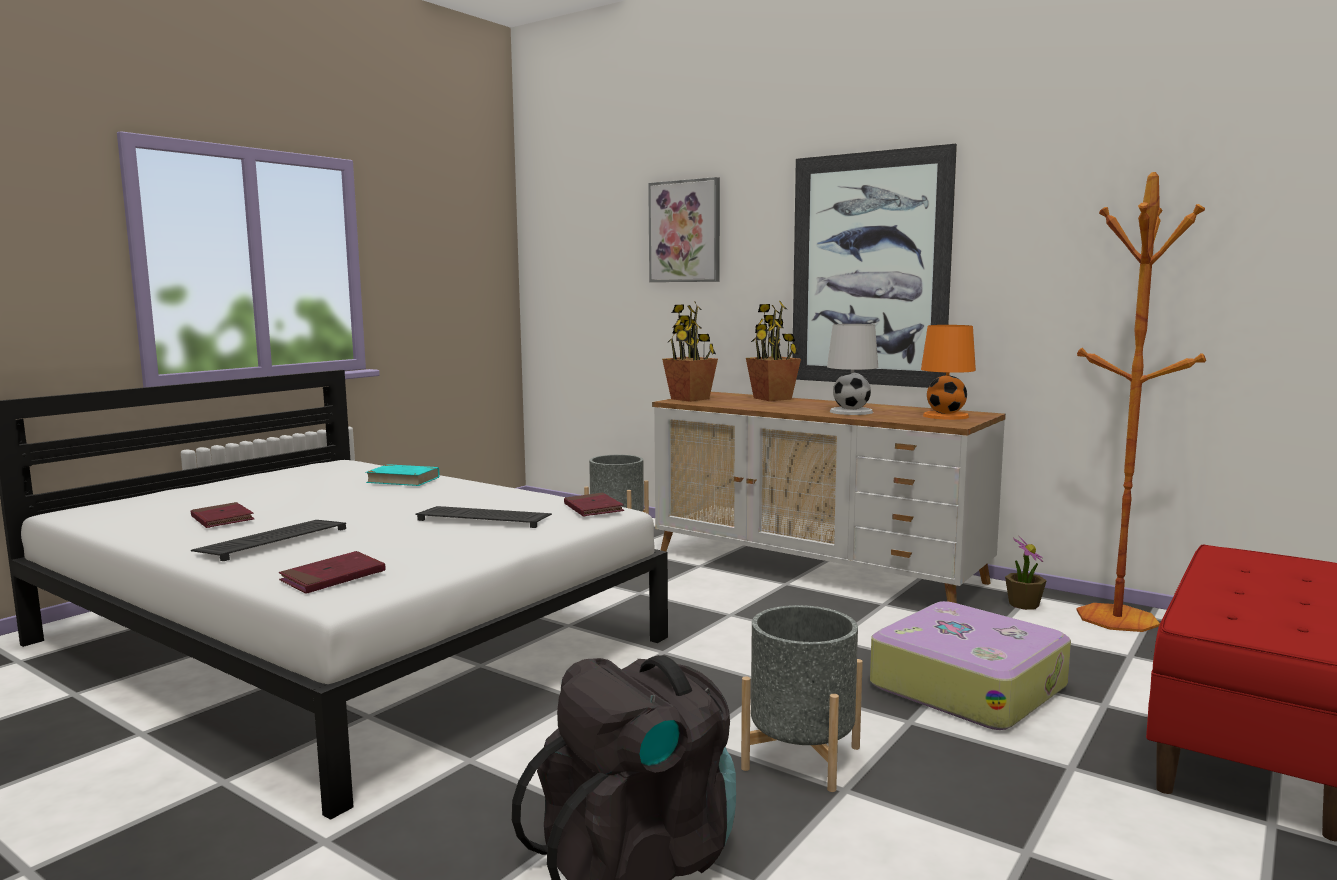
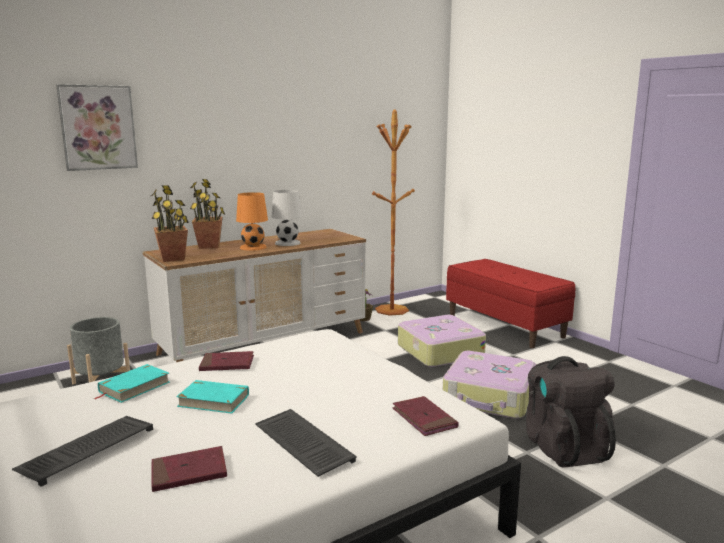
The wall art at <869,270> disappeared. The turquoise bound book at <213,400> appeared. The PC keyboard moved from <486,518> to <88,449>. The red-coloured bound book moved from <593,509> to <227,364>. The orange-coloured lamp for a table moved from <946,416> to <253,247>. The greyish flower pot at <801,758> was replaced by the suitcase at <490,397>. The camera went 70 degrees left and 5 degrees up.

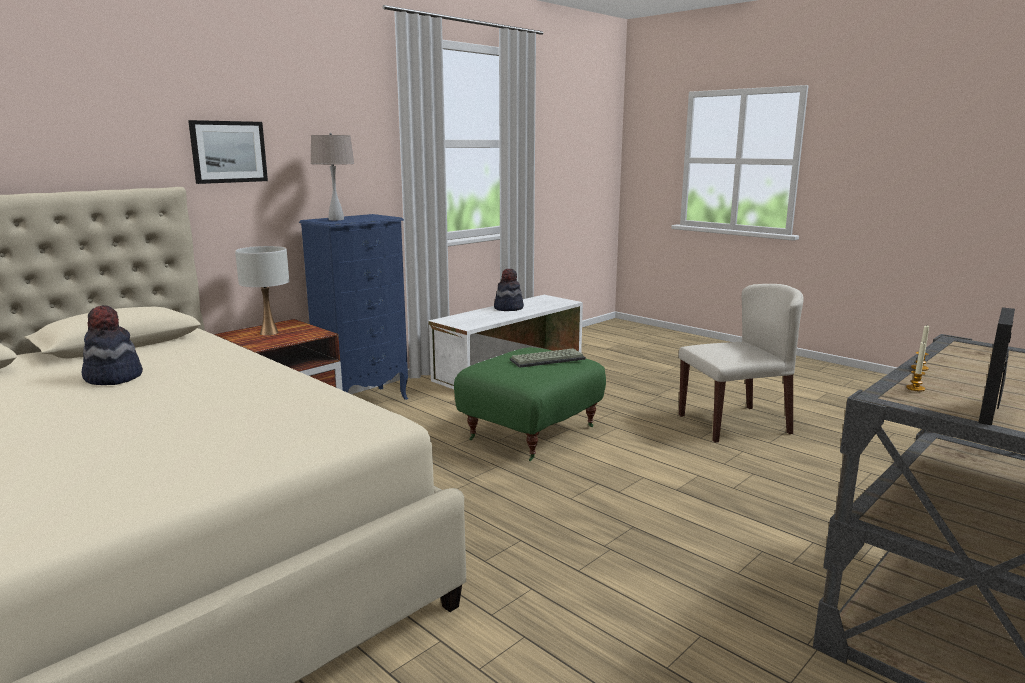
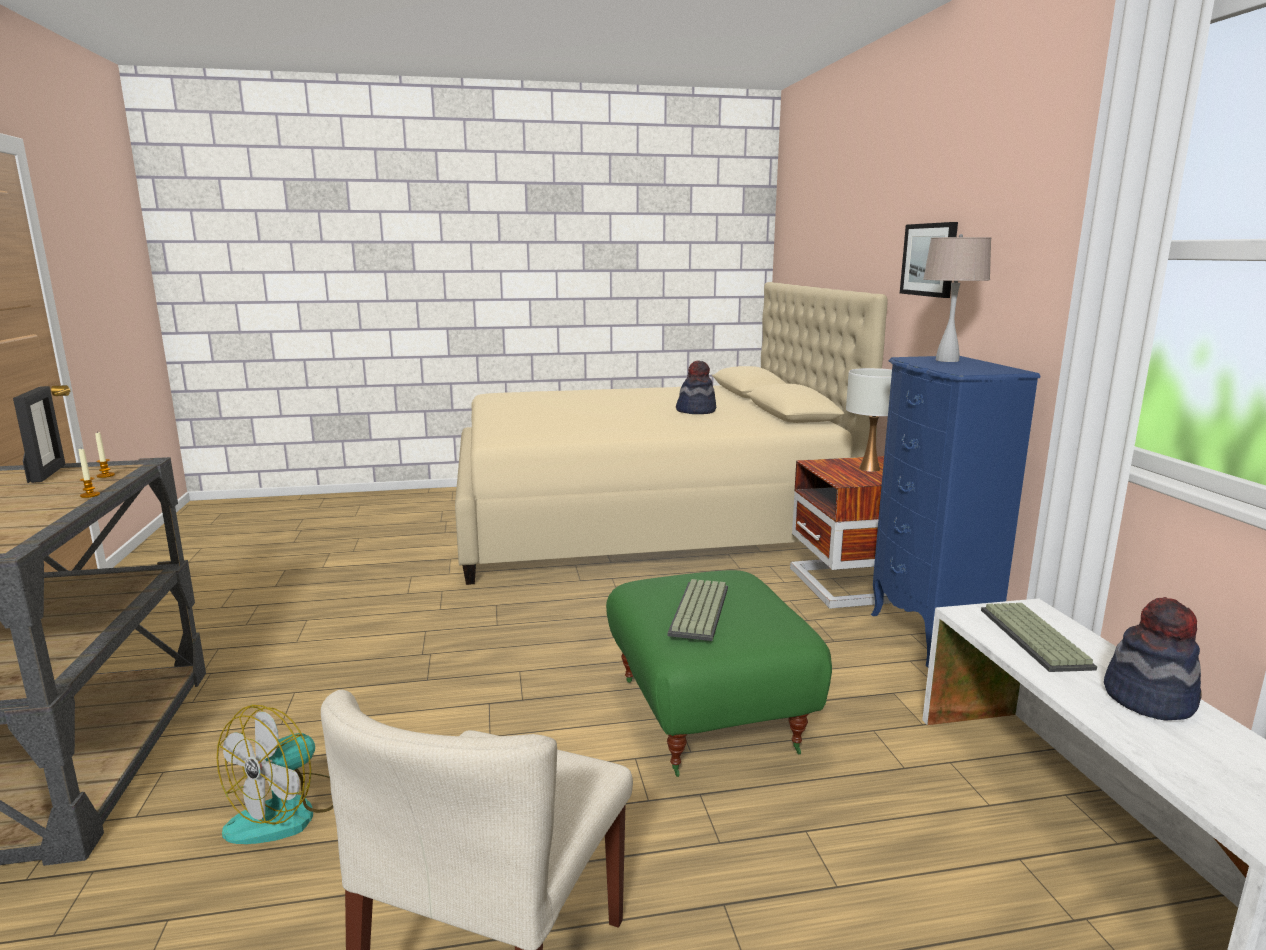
The fan at <288,811> appeared. The PC keyboard at <1037,638> appeared. The camera went 125 degrees right and 0 degrees up.

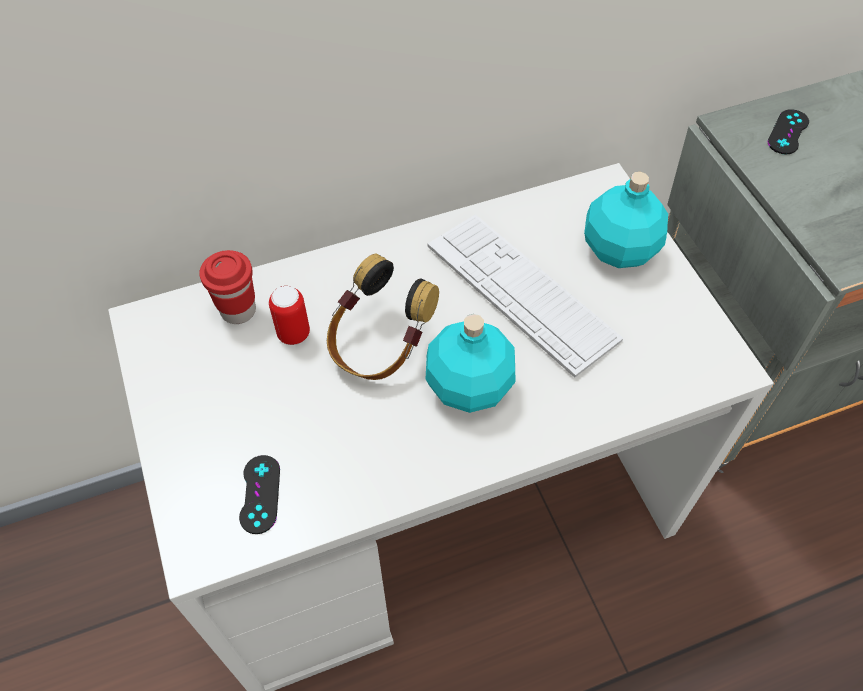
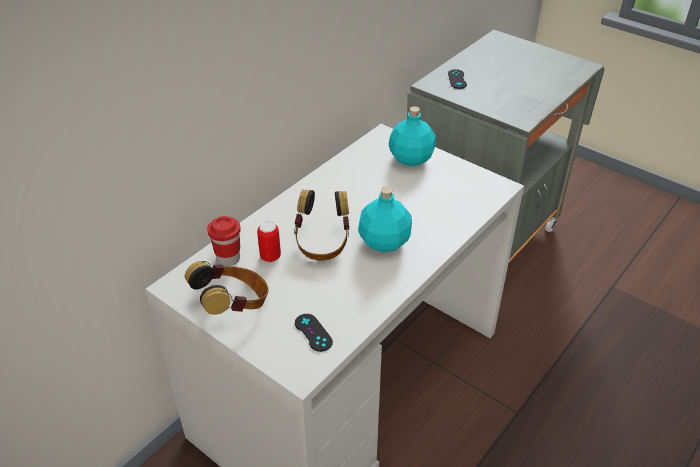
The PC keyboard at <521,293> disappeared. The headset at <233,305> appeared. The camera went 30 degrees left and 15 degrees down.

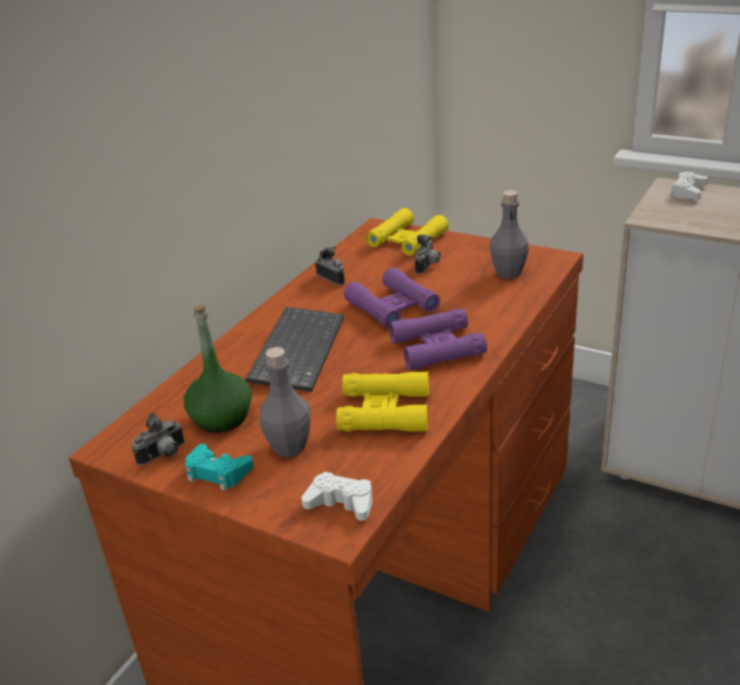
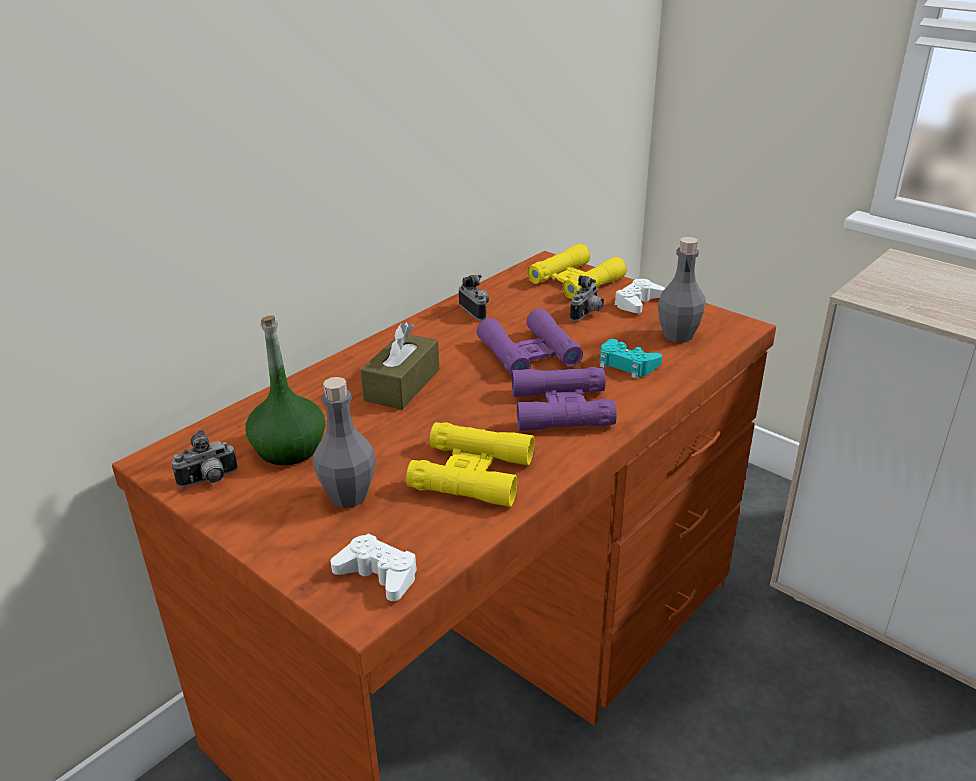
The turquoise joypad moved from <217,472> to <626,364>. The white joypad moved from <688,192> to <637,302>. The PC keyboard at <296,349> was replaced by the brown box of tissues at <402,385>. The camera went 10 degrees right and 0 degrees up.

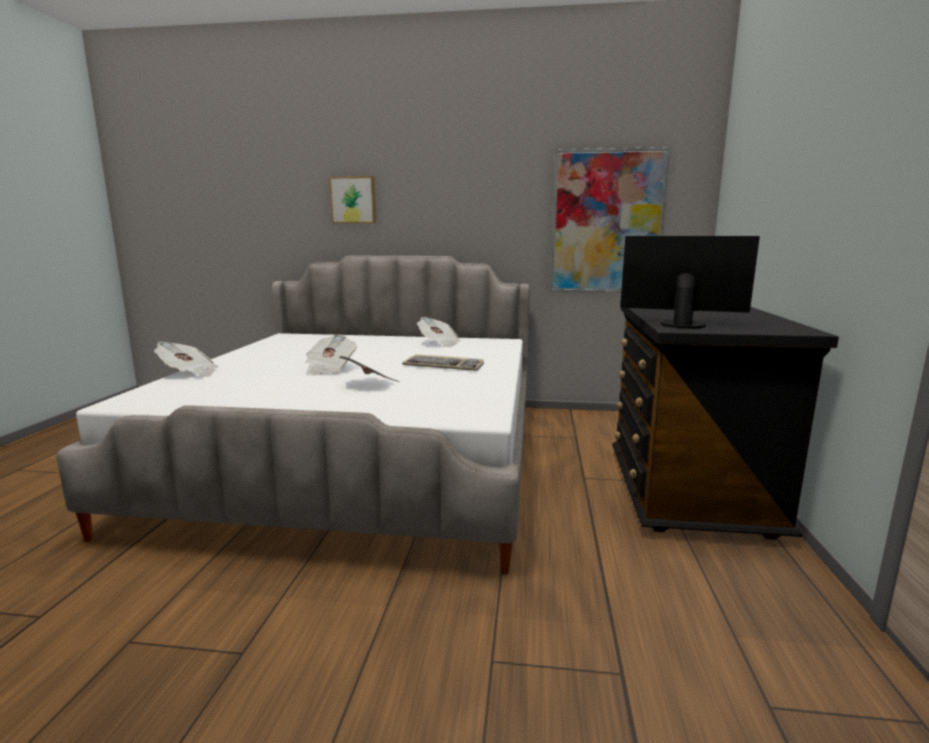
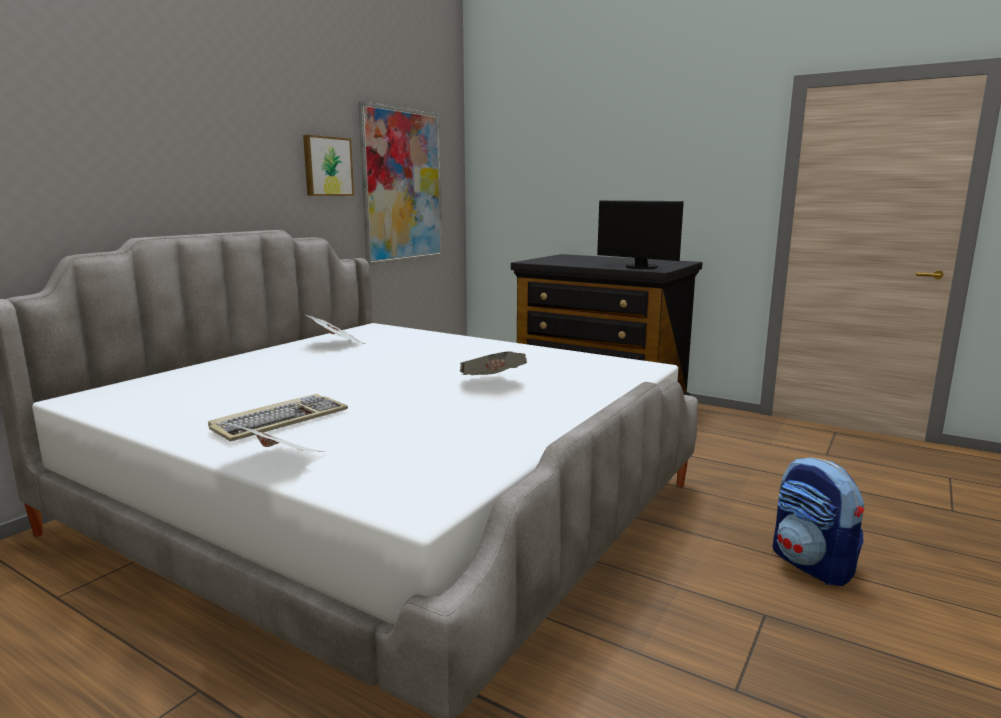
The printed paper at <329,369> disappeared. The rucksack at <812,565> appeared. The wall art moved from <353,200> to <327,166>. The PC keyboard moved from <444,366> to <280,421>. The computer display at <681,324> turned 90 degrees counterclockwise. The camera went 65 degrees left and 0 degrees up.

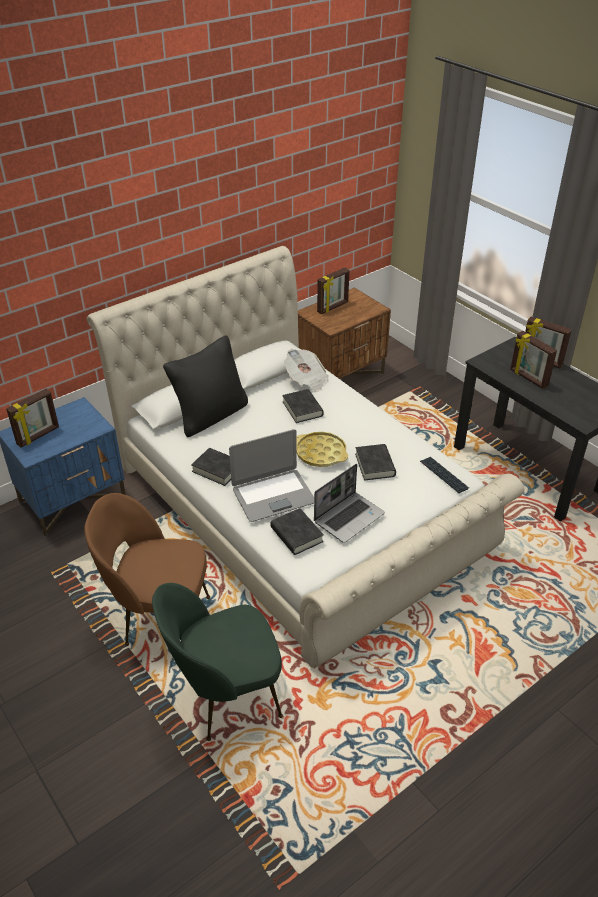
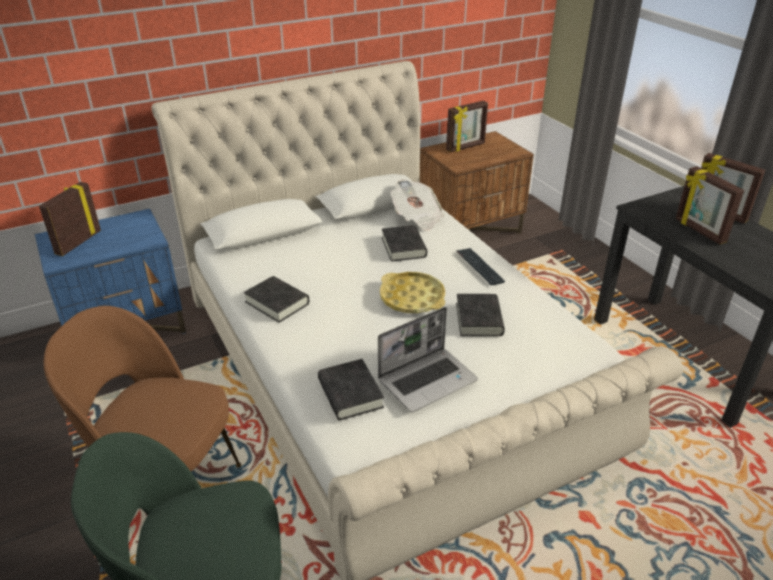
The blackish throw pillow at <210,415> disappeared. The laptop at <273,495> disappeared. The PC keyboard moved from <443,475> to <479,267>. The photo frame at <38,436> turned 150 degrees clockwise. The camera went 10 degrees right and 5 degrees down.

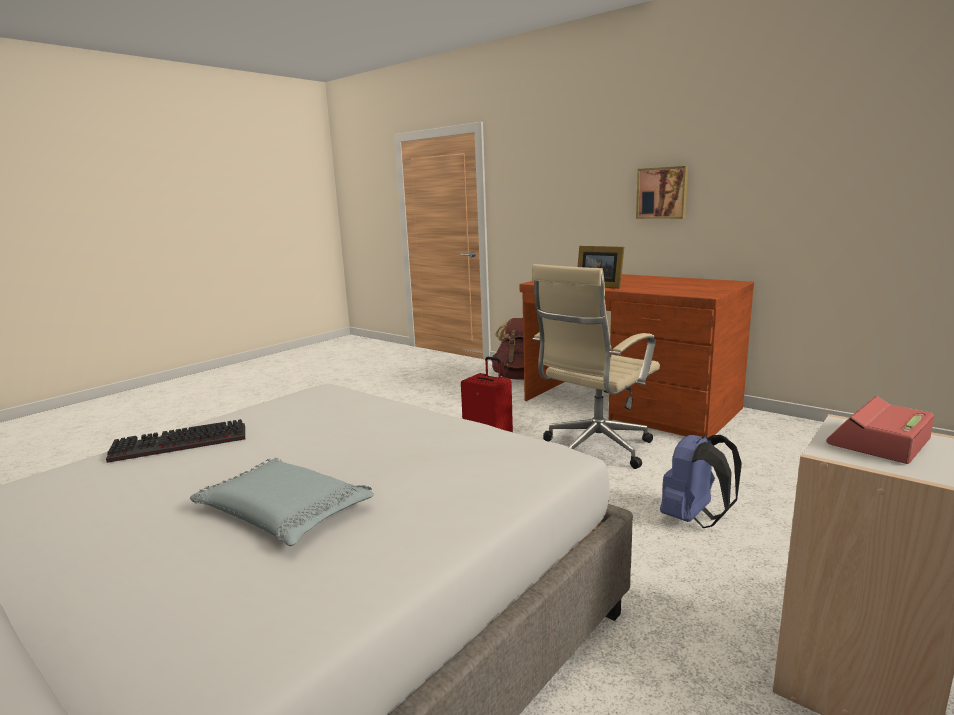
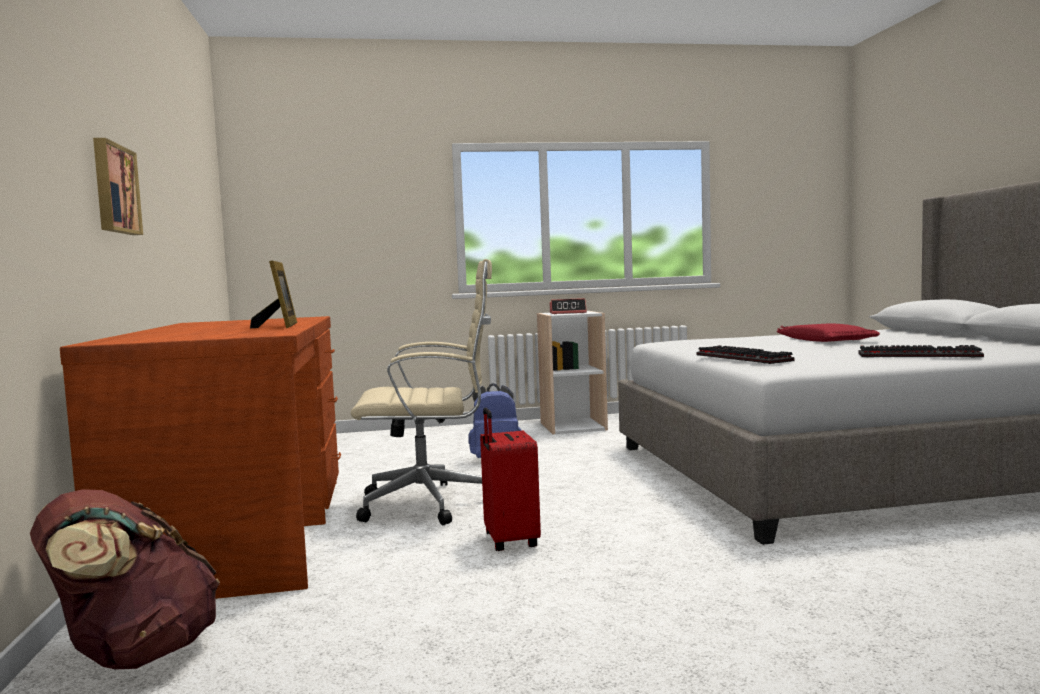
The PC keyboard at <745,358> appeared. The bluish throw pillow at <283,508> became the red-coloured throw pillow at <825,340>. The camera went 140 degrees left and 10 degrees down.

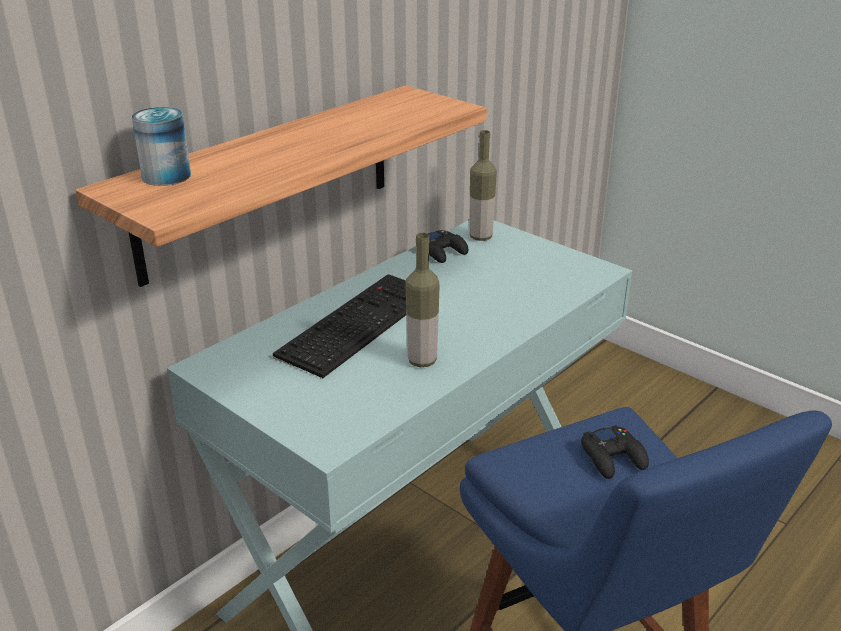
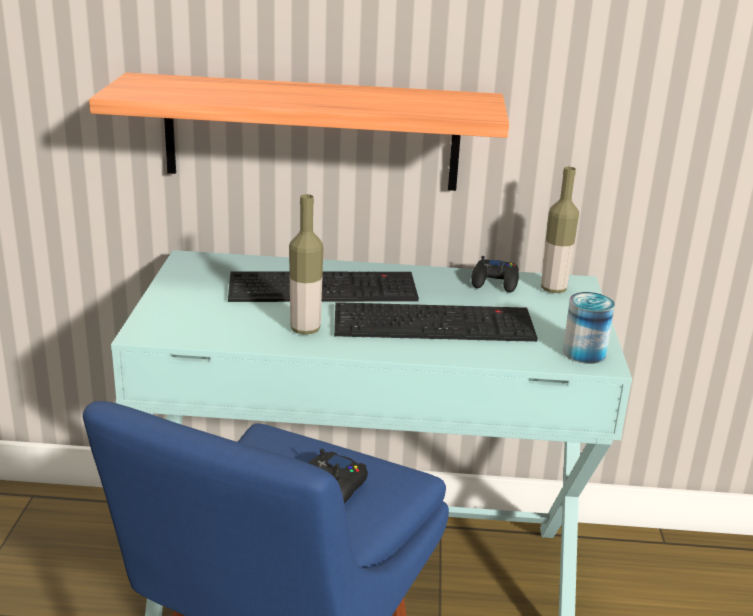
The PC keyboard at <435,322> appeared. The metal can moved from <166,176> to <584,353>. The camera went 50 degrees right and 5 degrees down.

